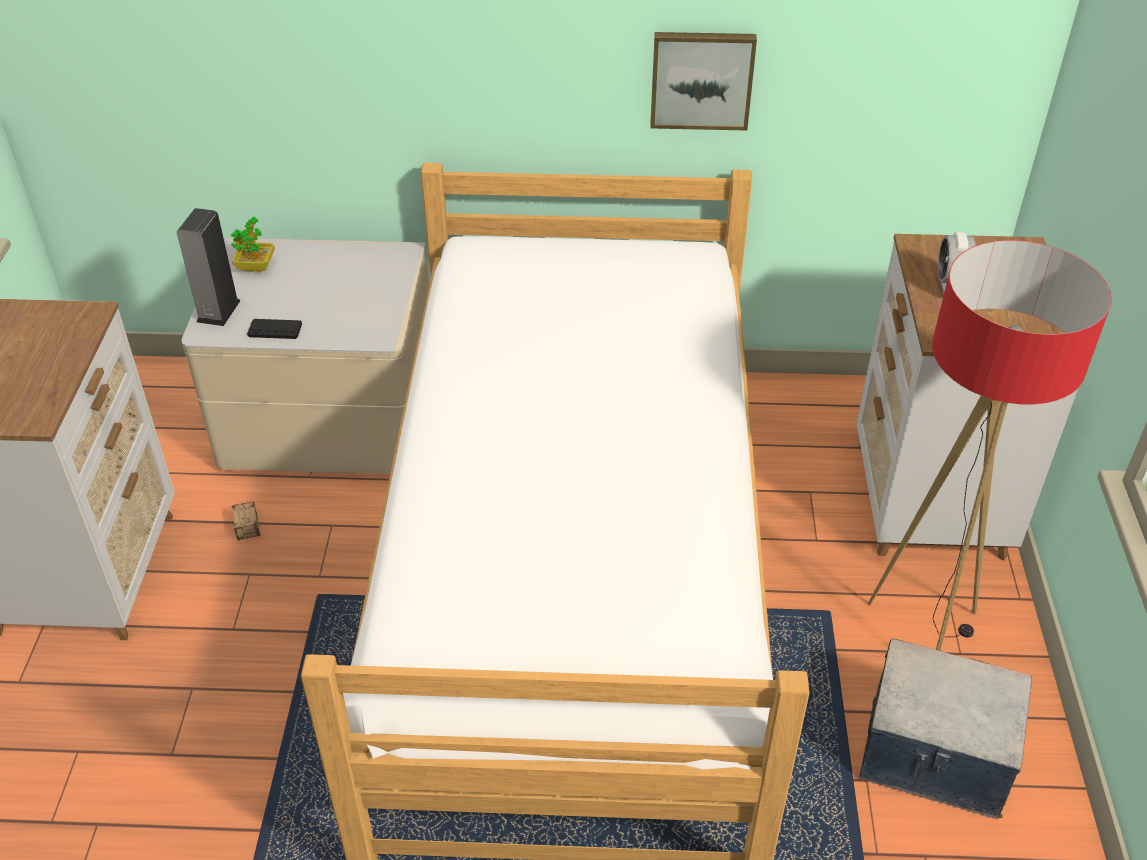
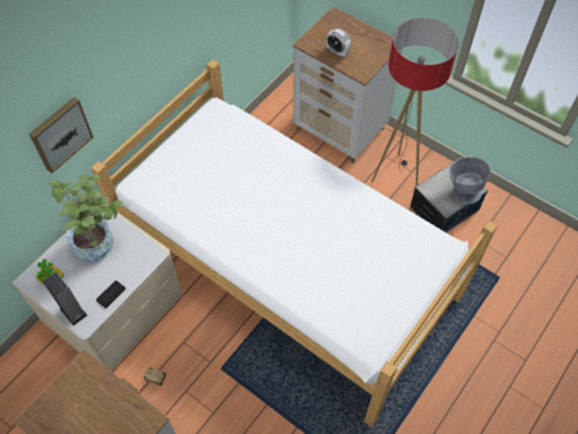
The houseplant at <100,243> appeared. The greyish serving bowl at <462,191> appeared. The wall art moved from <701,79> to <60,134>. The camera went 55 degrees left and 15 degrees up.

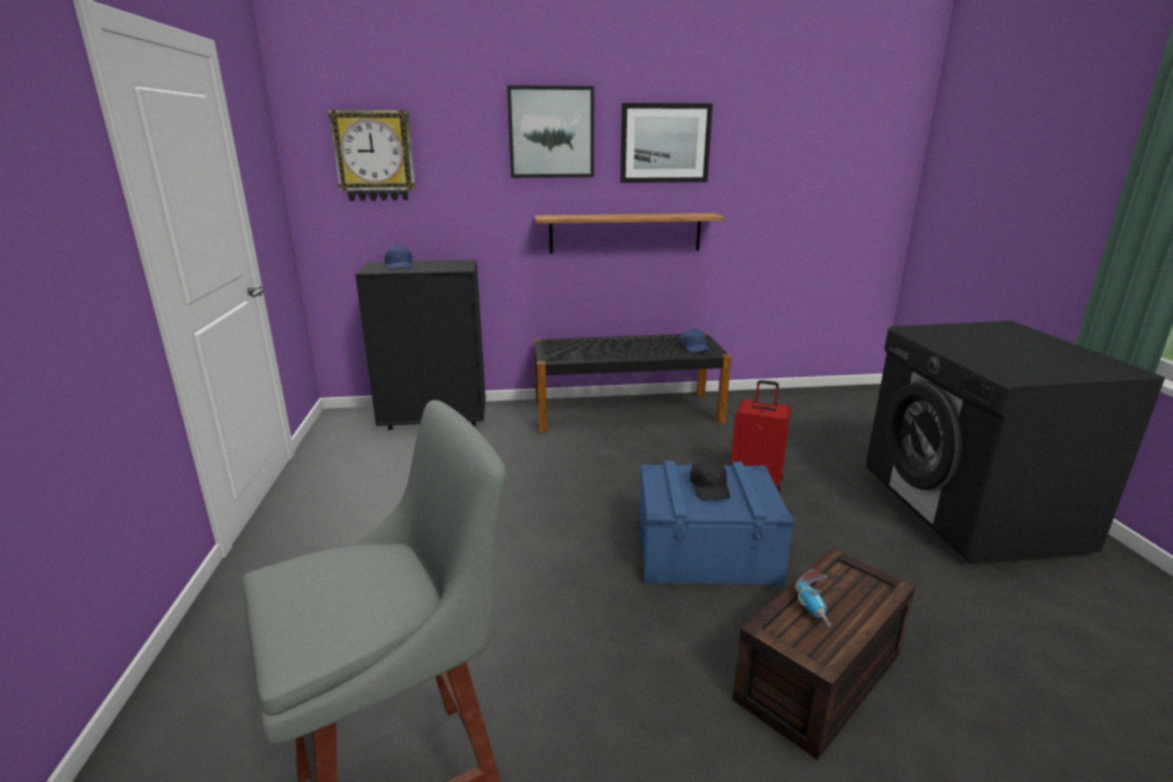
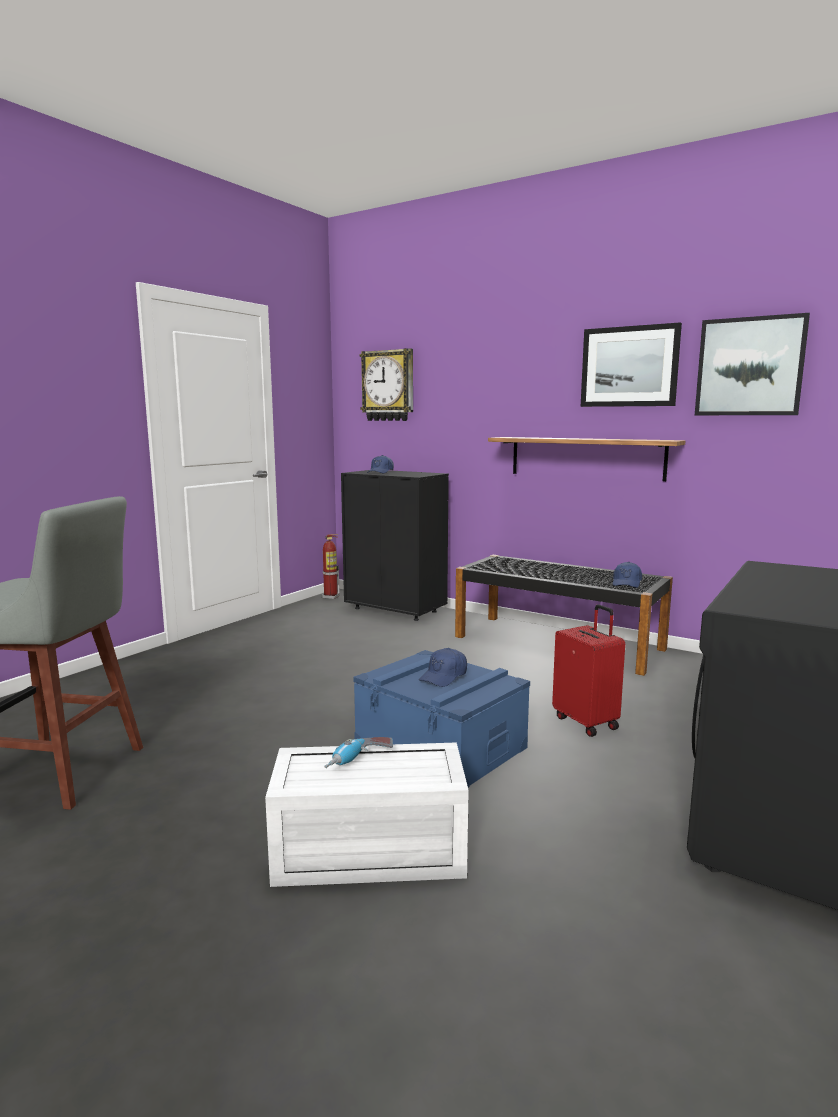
The fire extinguisher at <331,597> appeared. The wall art moved from <551,132> to <749,367>. The blackish cap at <709,487> became the bluish cap at <444,676>. The brown storage box at <820,679> became the white storage box at <366,853>. The camera went 40 degrees right and 10 degrees down.

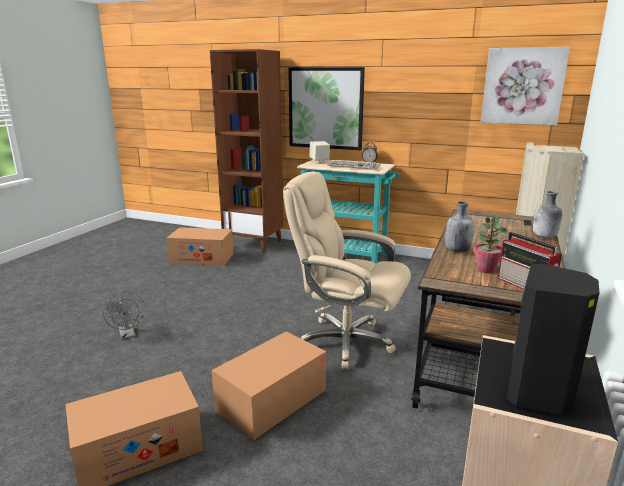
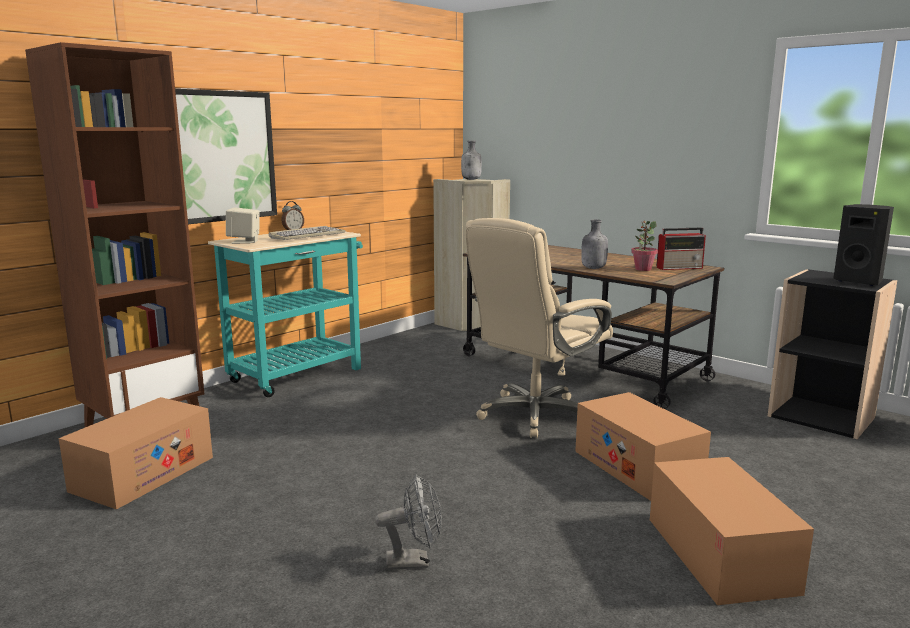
The wall art at <523,86> disappeared. The greyish bottle moved from <544,237> to <471,179>. The camera went 70 degrees left and 5 degrees down.

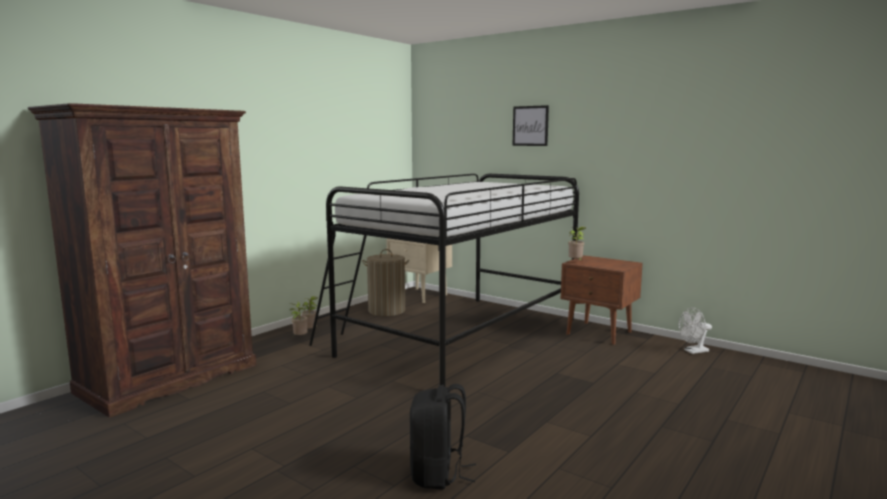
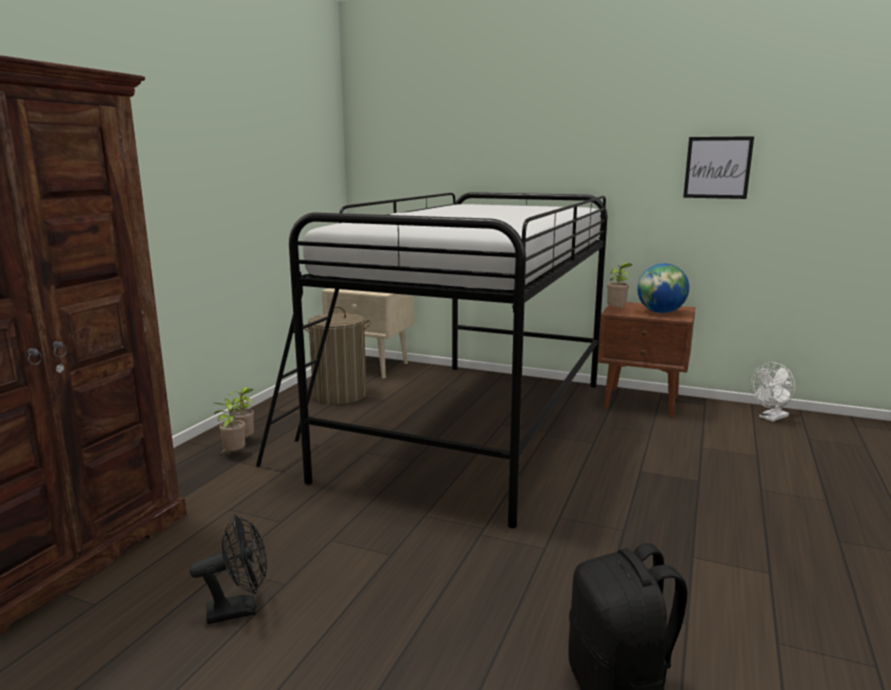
The blackish fan at <240,609> appeared. The desk globe at <660,312> appeared. The wall art moved from <530,126> to <717,167>. The camera went 15 degrees left and 5 degrees up.

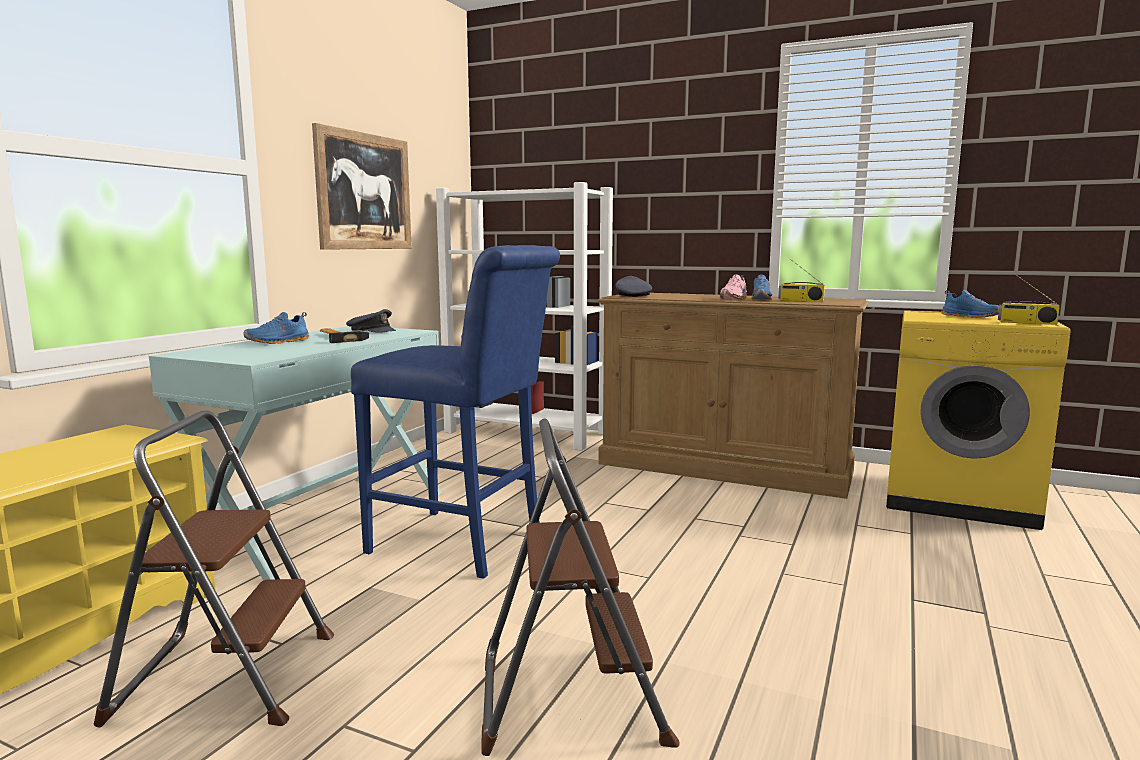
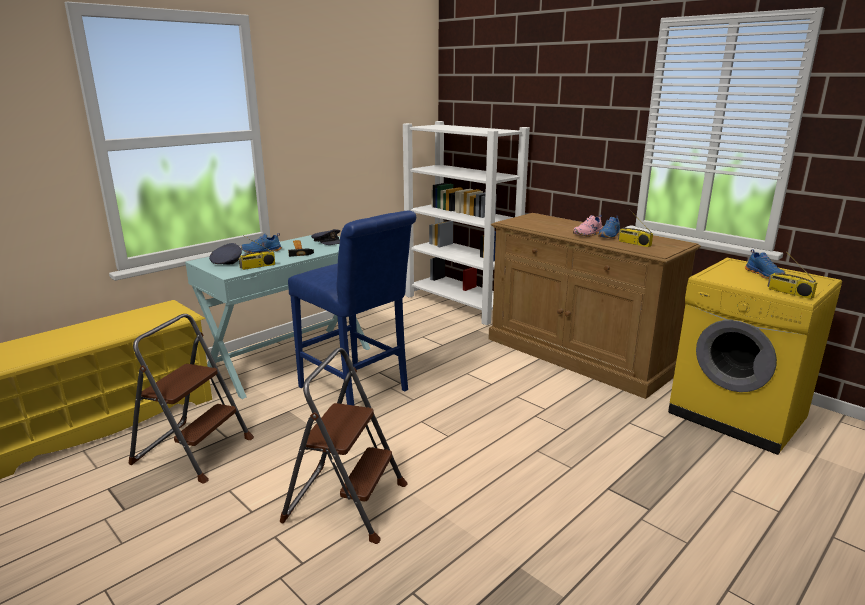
The wall art at <364,192> disappeared. The radio receiver at <257,266> appeared. The greyish cap moved from <632,296> to <227,262>. The camera went 20 degrees right and 10 degrees up.

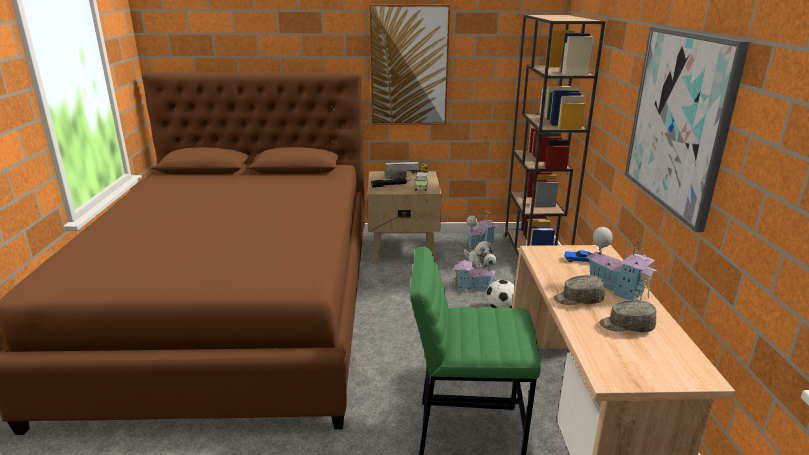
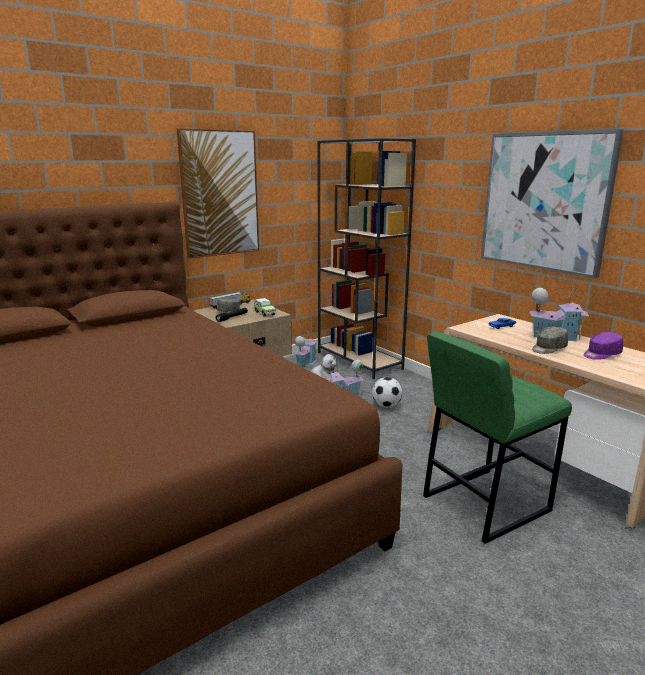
The greyish cap at <626,326> became the purple-coloured cap at <601,354>. The camera went 35 degrees left and 5 degrees down.

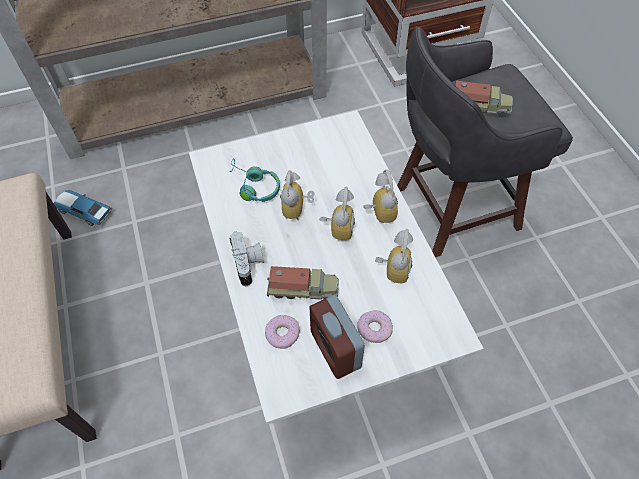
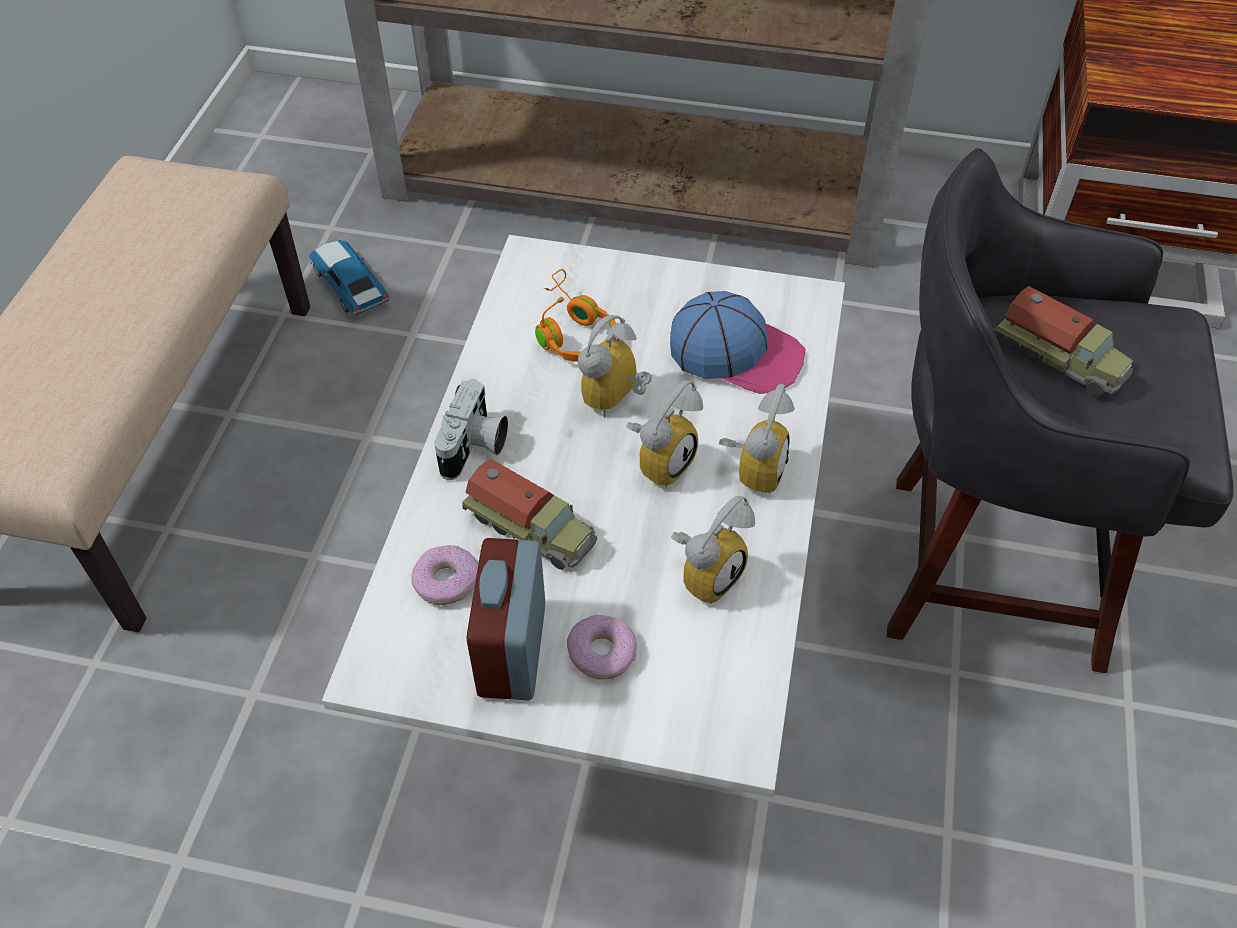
The cap at <736,353> appeared. The turquoise headset at <254,186> became the orange-coloured headset at <572,332>. The camera went 30 degrees right and 5 degrees down.

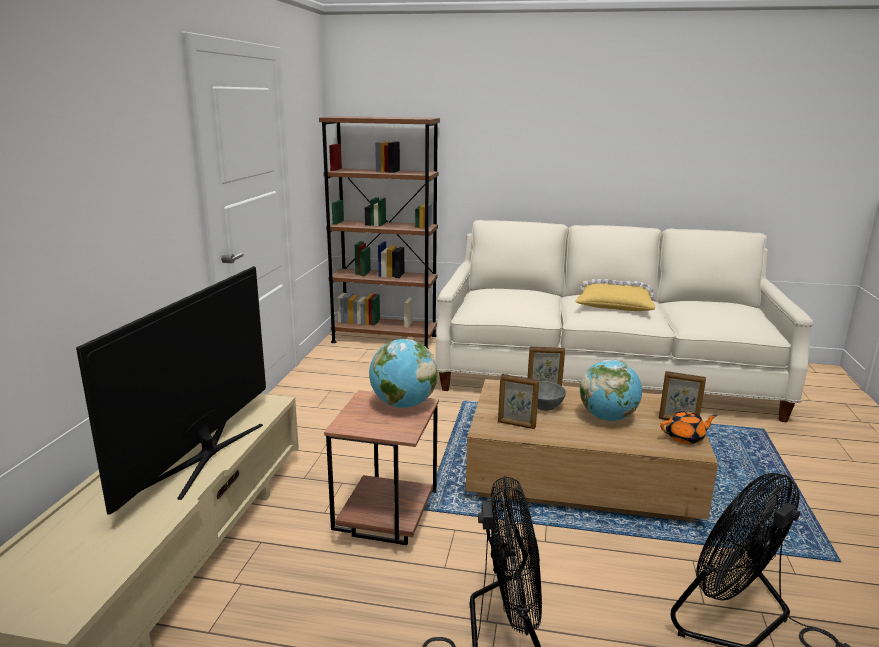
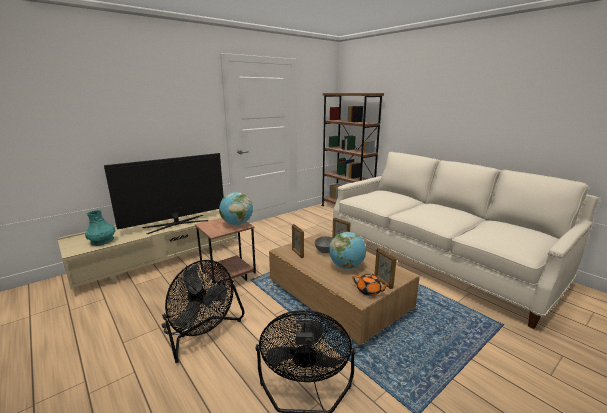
The yellow-coloured throw pillow at <614,304> disappeared. The turquoise decorative vase at <102,241> appeared. The camera went 40 degrees right and 0 degrees up.

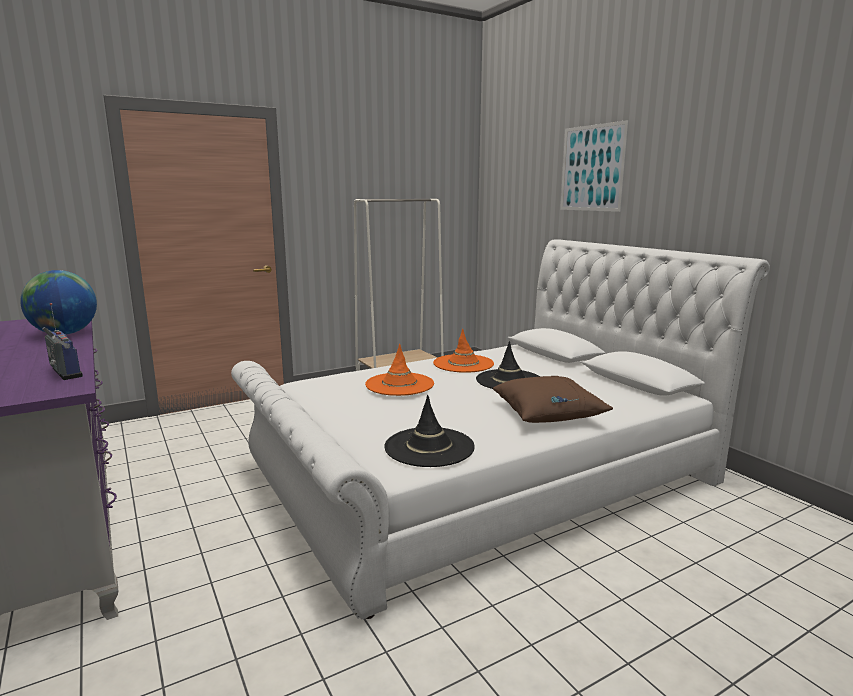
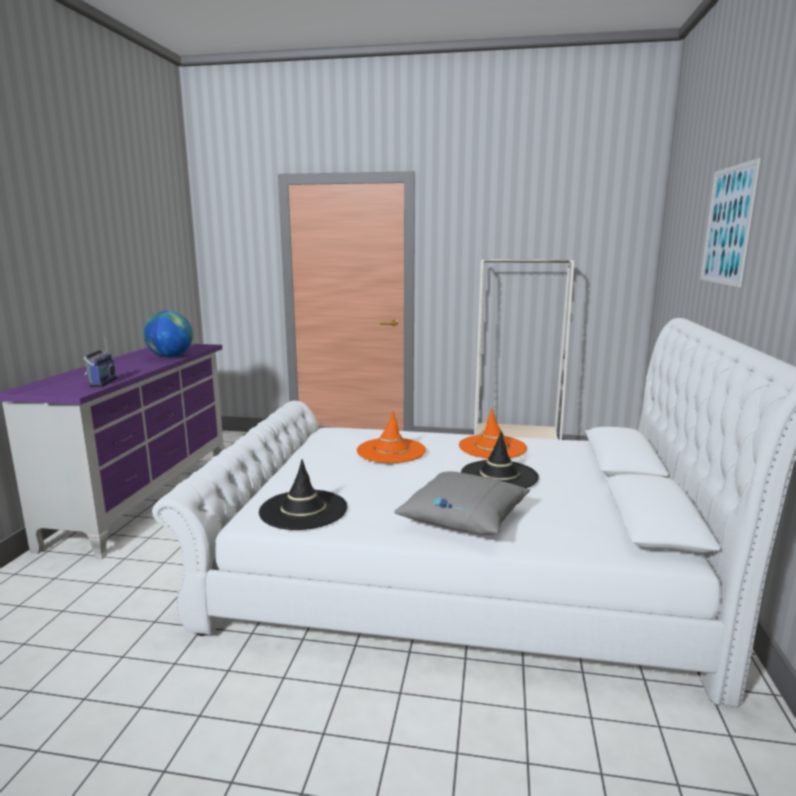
The brown throw pillow at <547,414> became the greyish throw pillow at <463,520>. The camera went 40 degrees right and 0 degrees up.

